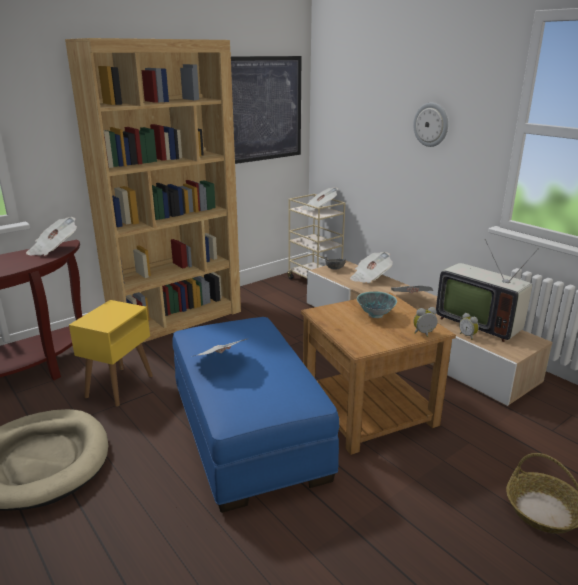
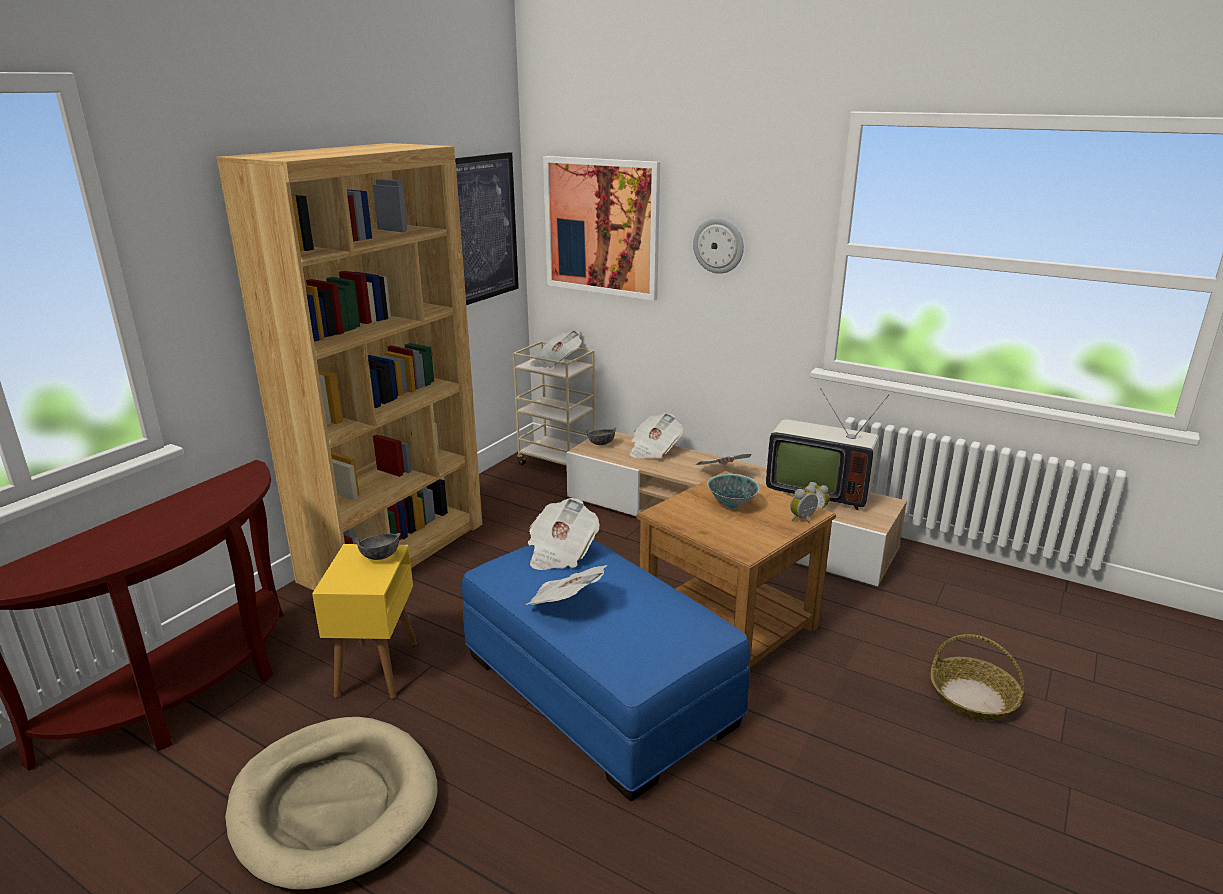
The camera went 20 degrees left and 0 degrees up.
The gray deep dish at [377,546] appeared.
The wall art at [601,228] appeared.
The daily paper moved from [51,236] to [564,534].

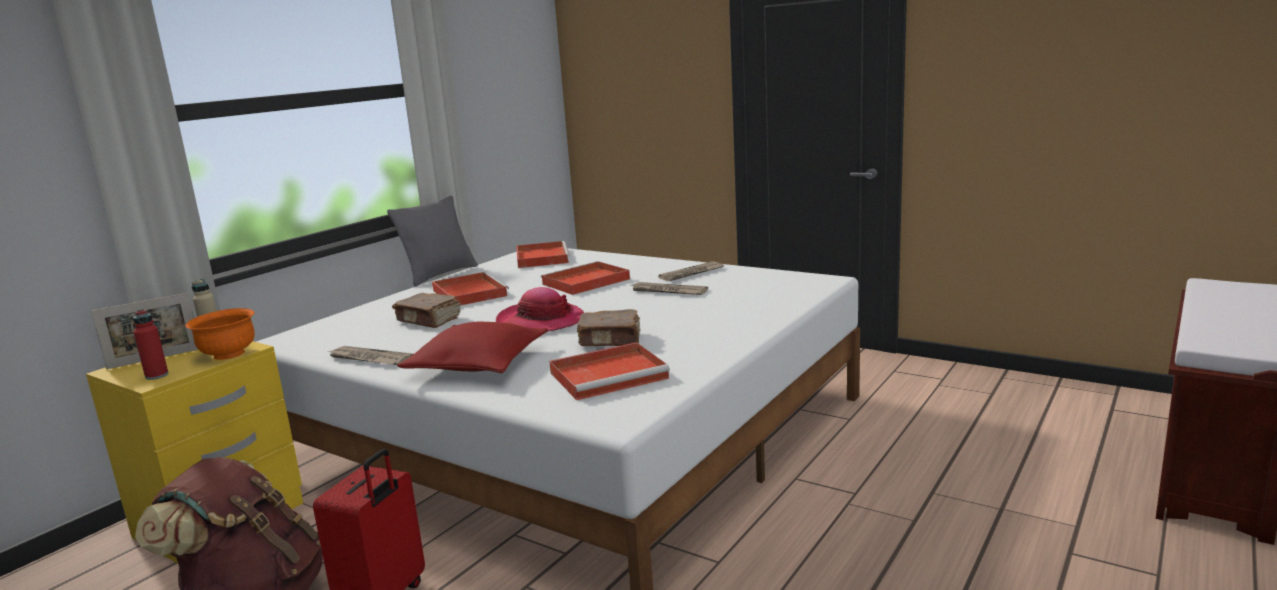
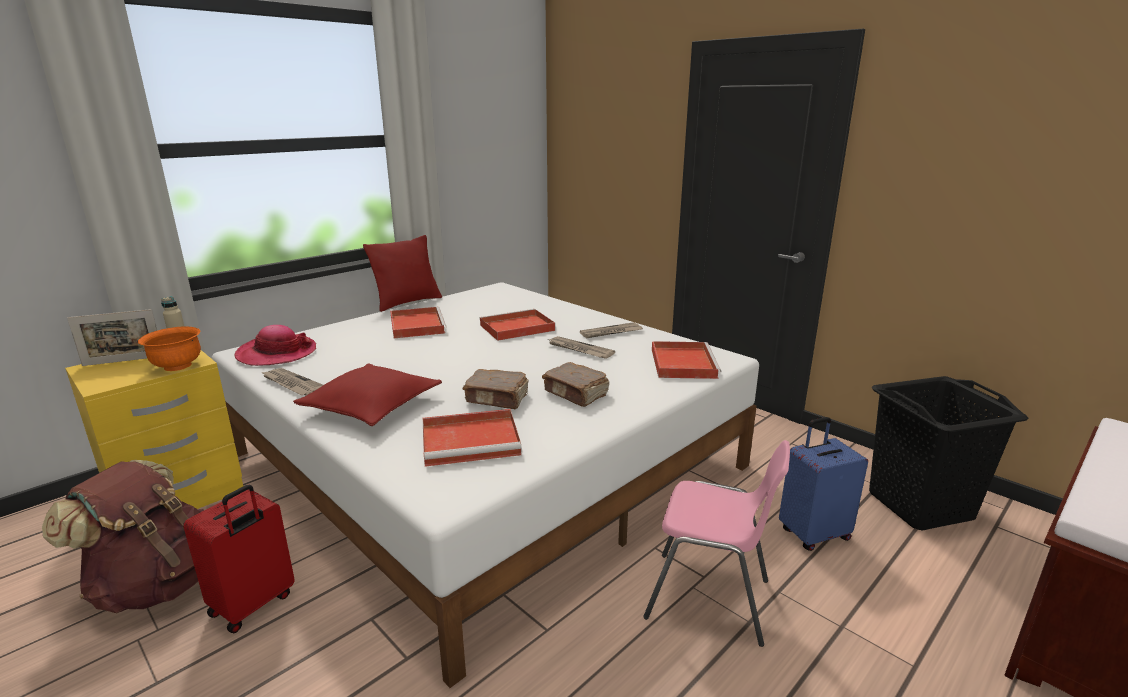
The camera went 10 degrees right and 5 degrees up.
The red drink bottle at [151,344] disappeared.
The pink plain chair at [716,543] appeared.
The blue-coloured piece of luggage at [823,484] appeared.
The black laundry basket at [948,453] appeared.
The brownish book moved from [426,310] to [575,384].
The clothing hat moved from [540,309] to [275,345].
The red carrying tray moved from [543,254] to [686,360].
The gray pillow at [432,240] became the red pillow at [402,273].

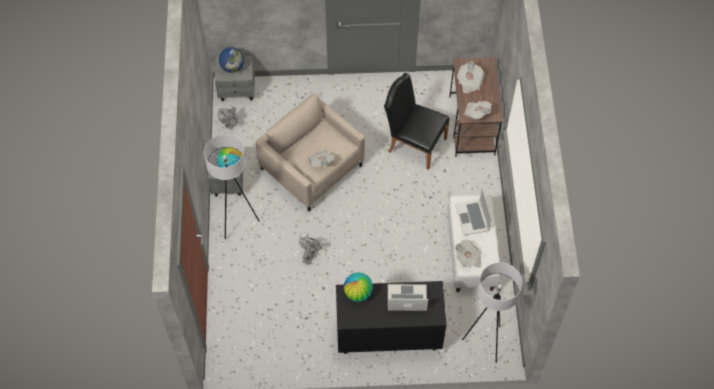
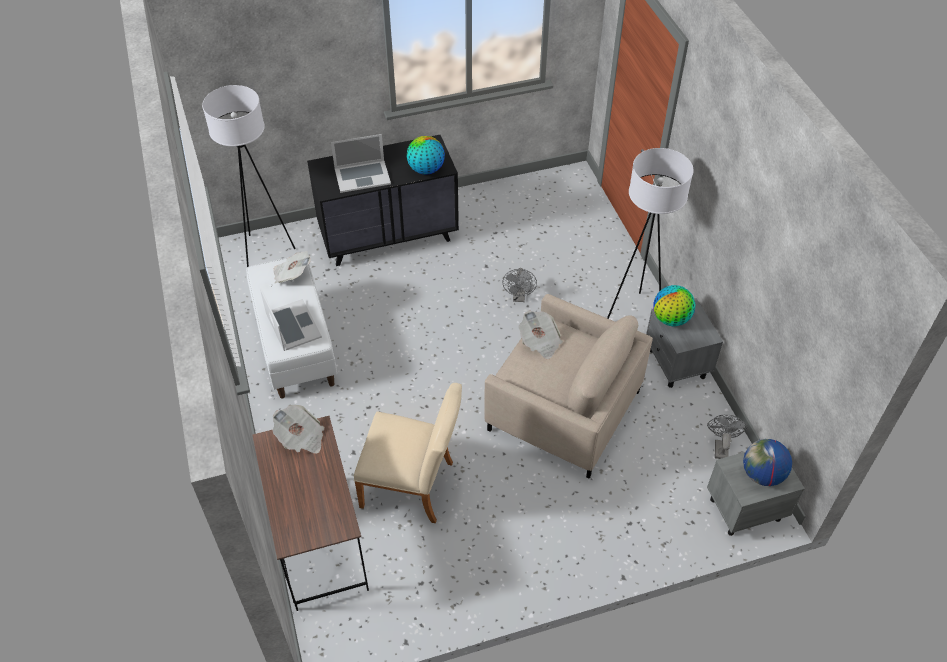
The camera went 165 degrees right and 10 degrees down.
The daily paper at [470,77] disappeared.
The black plain chair at [417,121] became the beige-coloured plain chair at [408,453].

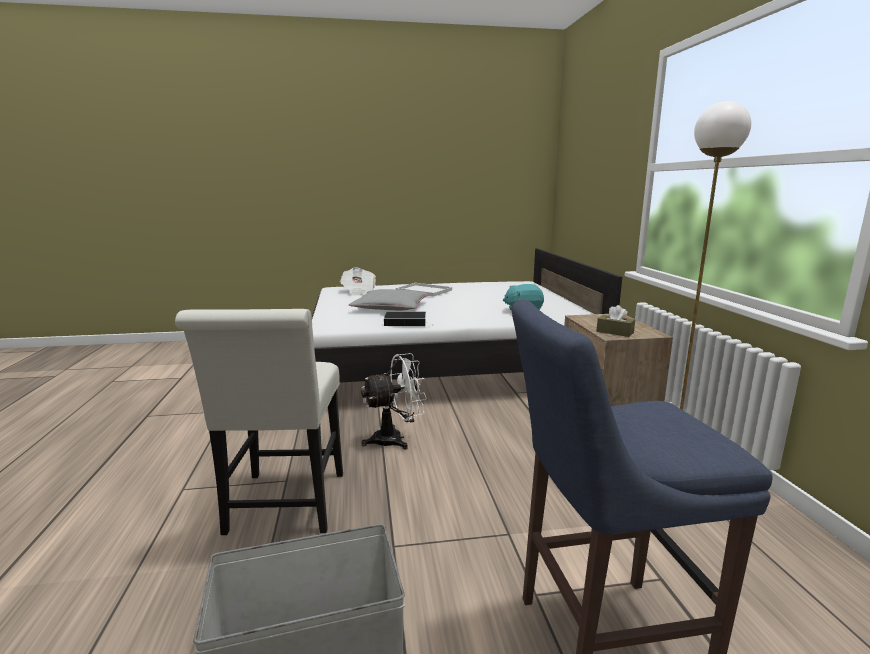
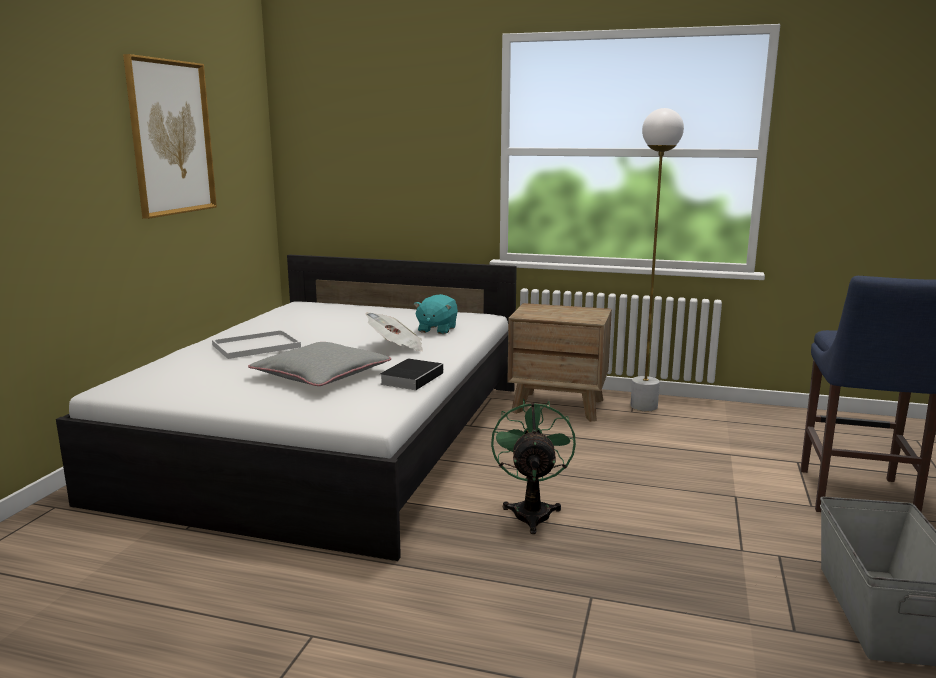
The camera went 65 degrees left and 0 degrees up.
The white-coloured plain chair at [259,422] disappeared.
The brownish tissue holder at [616,321] disappeared.
The wall art at [170,136] appeared.
The daily paper moved from [358,282] to [394,331].
The white-coloured fan at [394,401] became the green fan at [533,466].

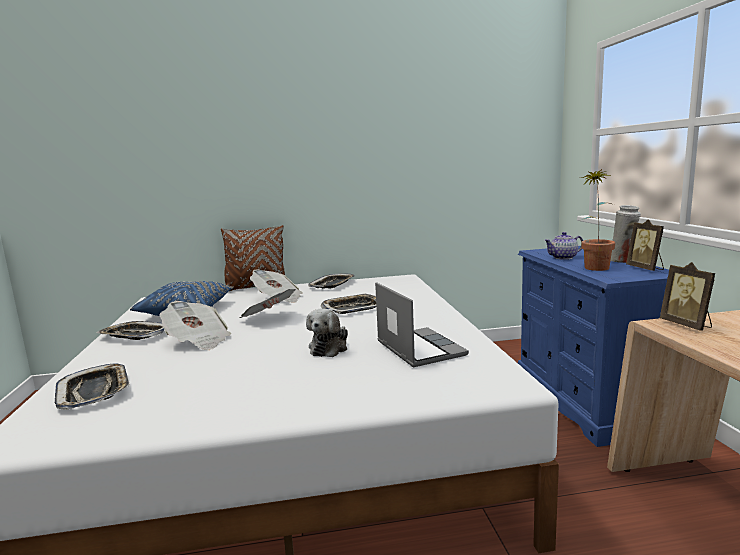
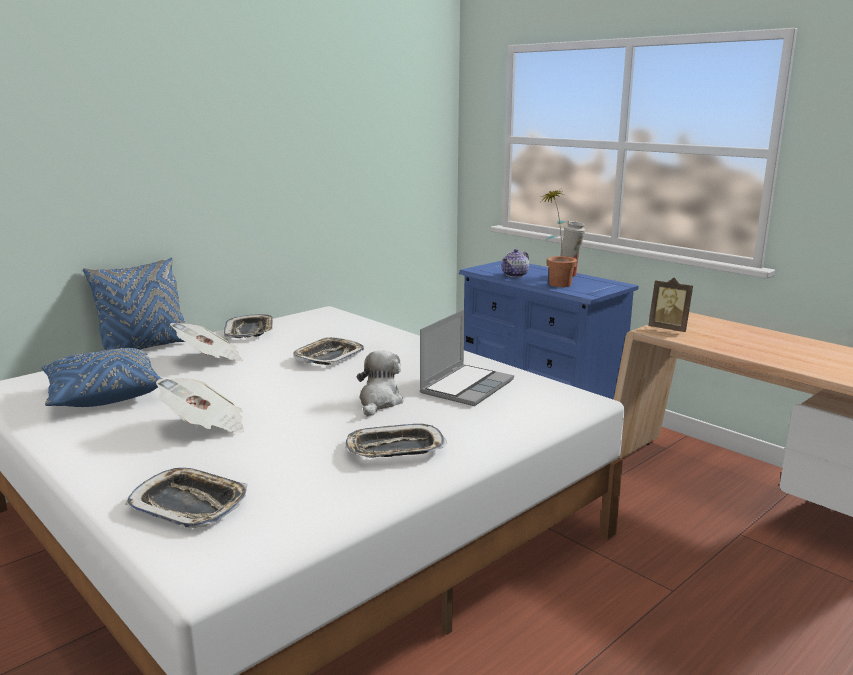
The camera went 35 degrees left and 5 degrees up.
The daily paper at [267,303] disappeared.
The photo frame at [645,245] disappeared.
The carrying tray moved from [130,330] to [396,441].
The brownish pillow at [253,258] became the blue-coloured pillow at [134,303].
The plush toy at [327,332] turned 150 degrees counterclockwise.
The portable computer at [422,324] turned 90 degrees clockwise.

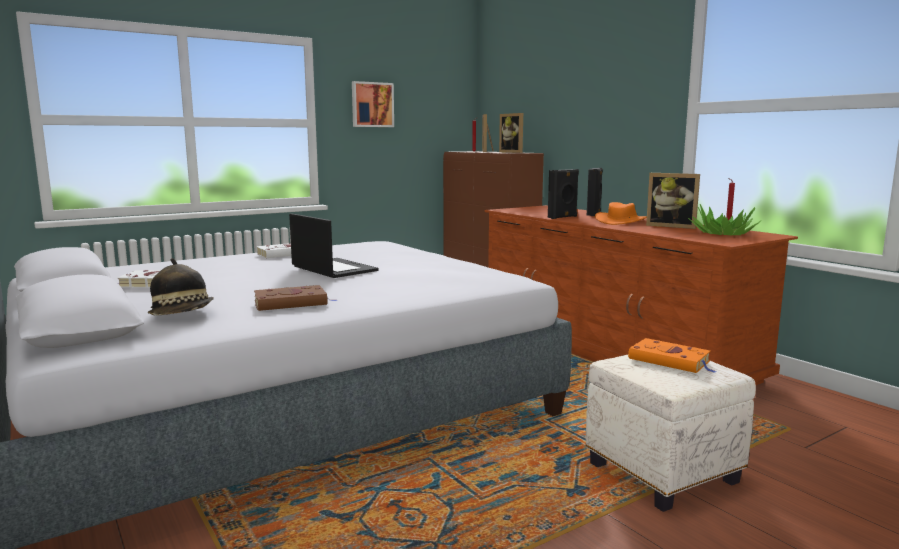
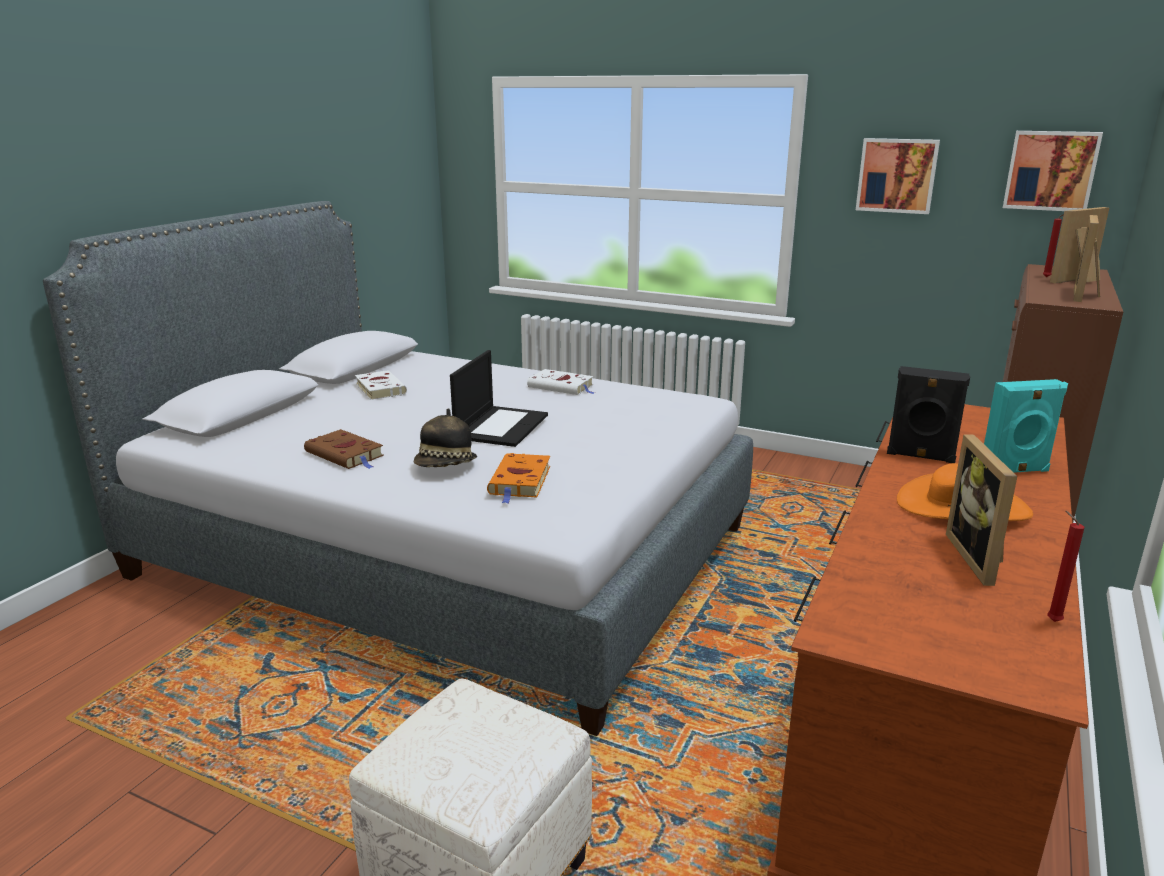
The camera went 60 degrees right and 10 degrees up.
The houseplant at [724,219] disappeared.
The wall art at [1053,171] appeared.
The clothing hat moved from [181,287] to [445,437].
The orange-coloured book moved from [672,355] to [518,478].
The black loudspeaker at [595,192] became the blue-green loudspeaker at [1026,426].

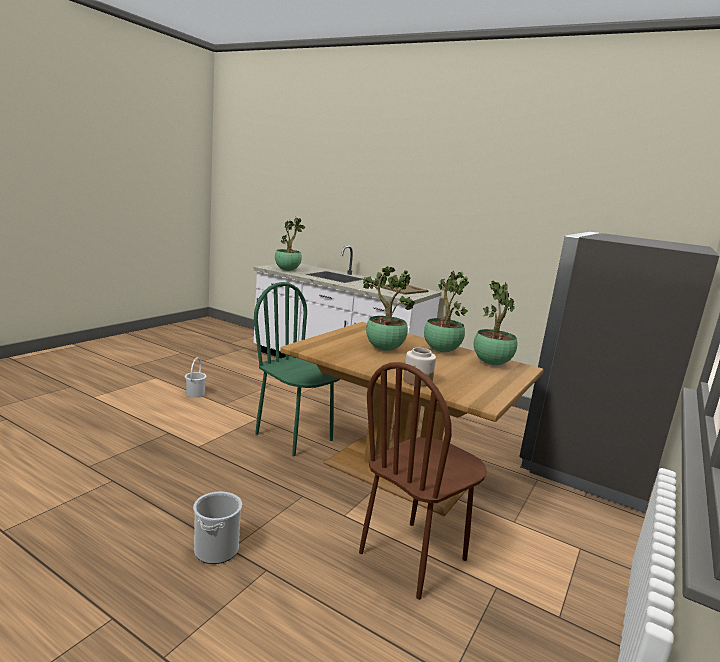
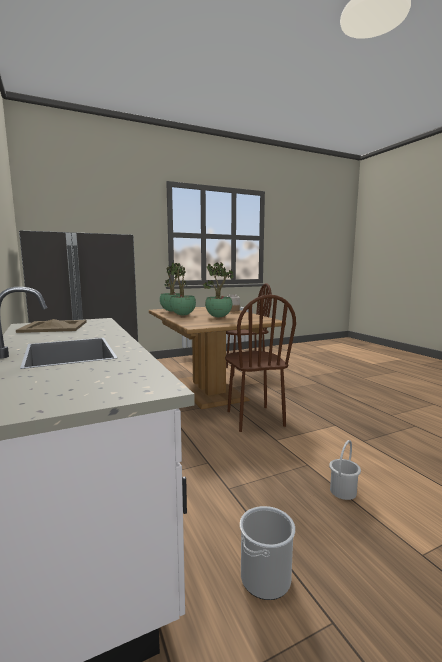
The camera went 145 degrees left and 5 degrees down.
The houseplant at [290,244] disappeared.
The water bucket moved from [217,528] to [267,553].
The green plain chair at [297,369] became the brownish plain chair at [260,363].

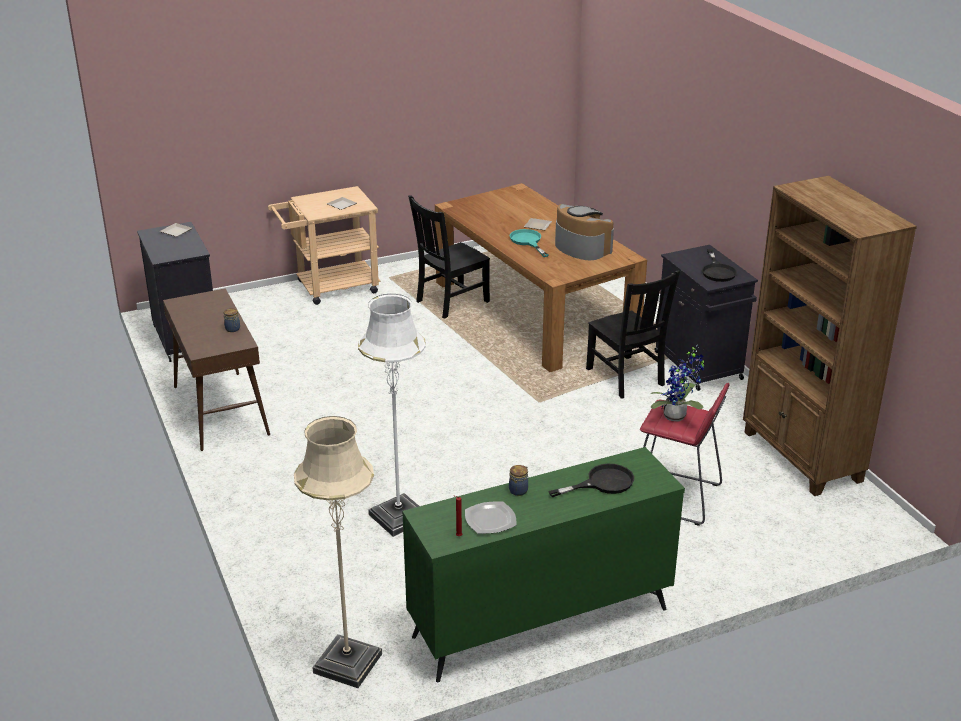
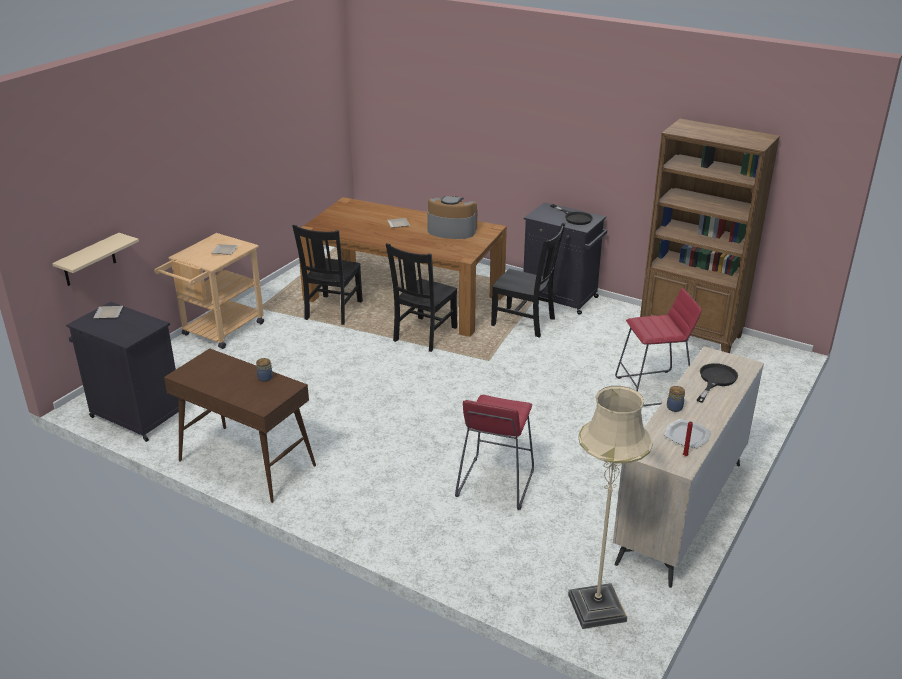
The camera went 35 degrees left and 0 degrees up.
The blue-green pan at [529,243] disappeared.
The houseplant at [677,383] disappeared.
The beige-coloured wall shelf at [95,259] appeared.
The black plain chair at [421,297] appeared.
The white-coloured floor lamp at [392,415] was replaced by the red stool at [494,452].
The green drawer chest at [543,564] became the beige-coloured drawer chest at [688,467].

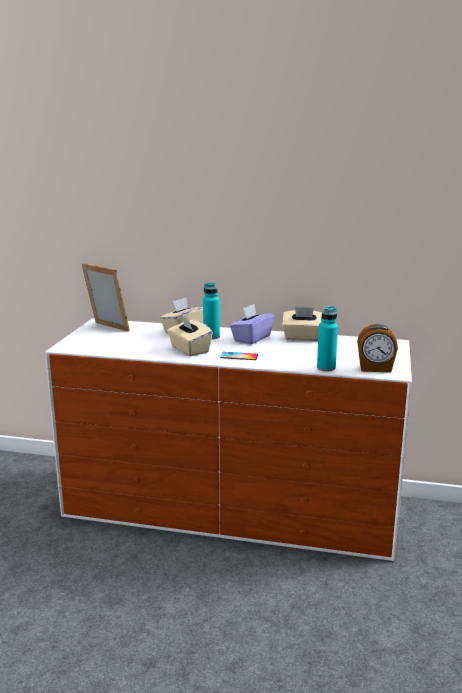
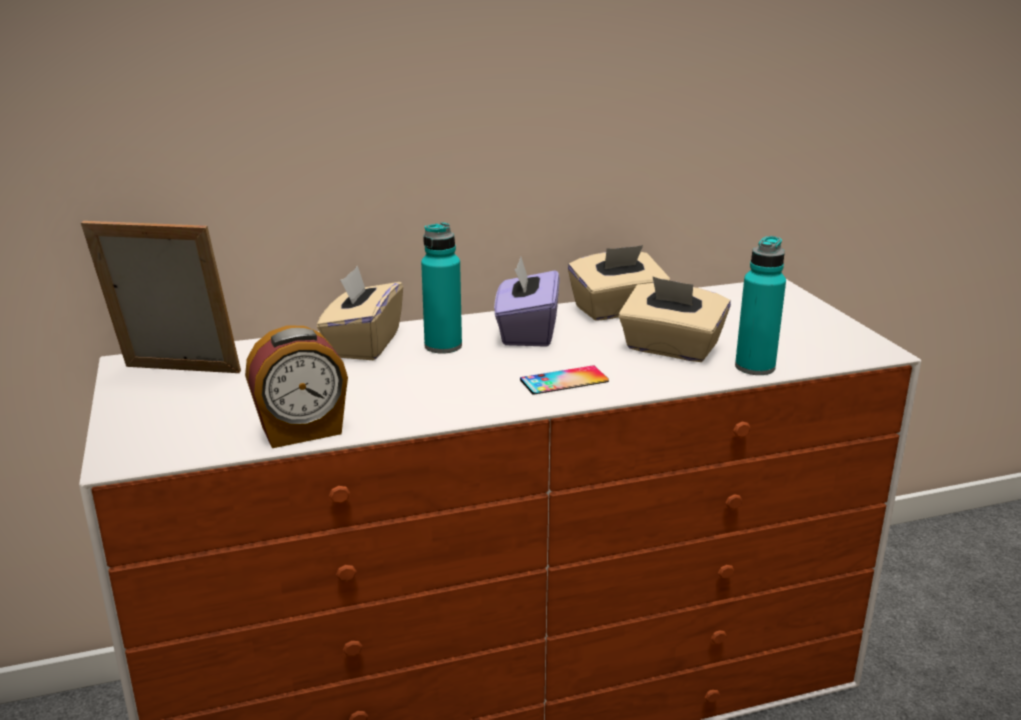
The camera went 30 degrees left and 5 degrees up.
The beige-coloured tissue holder moved from [190,336] to [674,319].
The alarm clock moved from [377,348] to [296,386].

